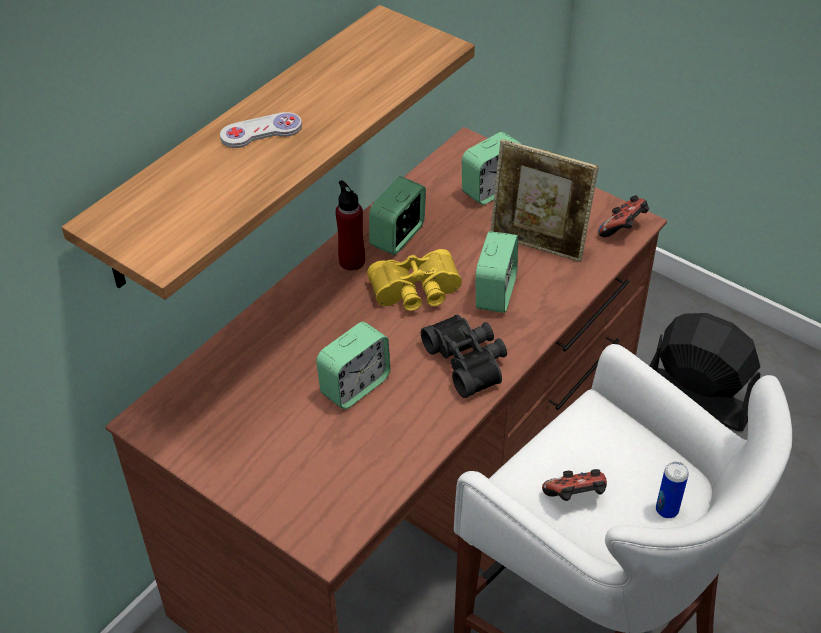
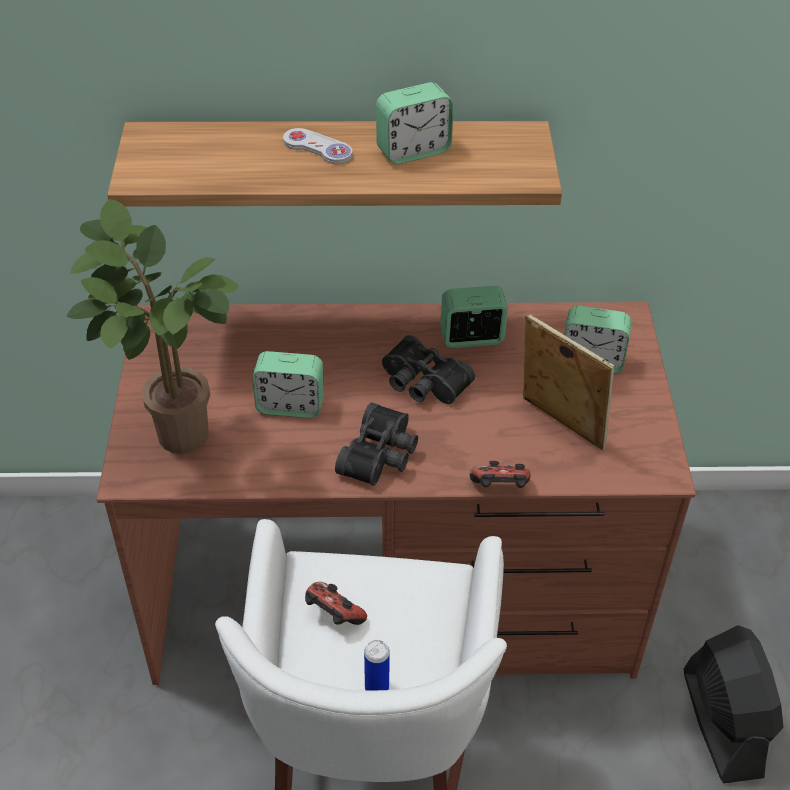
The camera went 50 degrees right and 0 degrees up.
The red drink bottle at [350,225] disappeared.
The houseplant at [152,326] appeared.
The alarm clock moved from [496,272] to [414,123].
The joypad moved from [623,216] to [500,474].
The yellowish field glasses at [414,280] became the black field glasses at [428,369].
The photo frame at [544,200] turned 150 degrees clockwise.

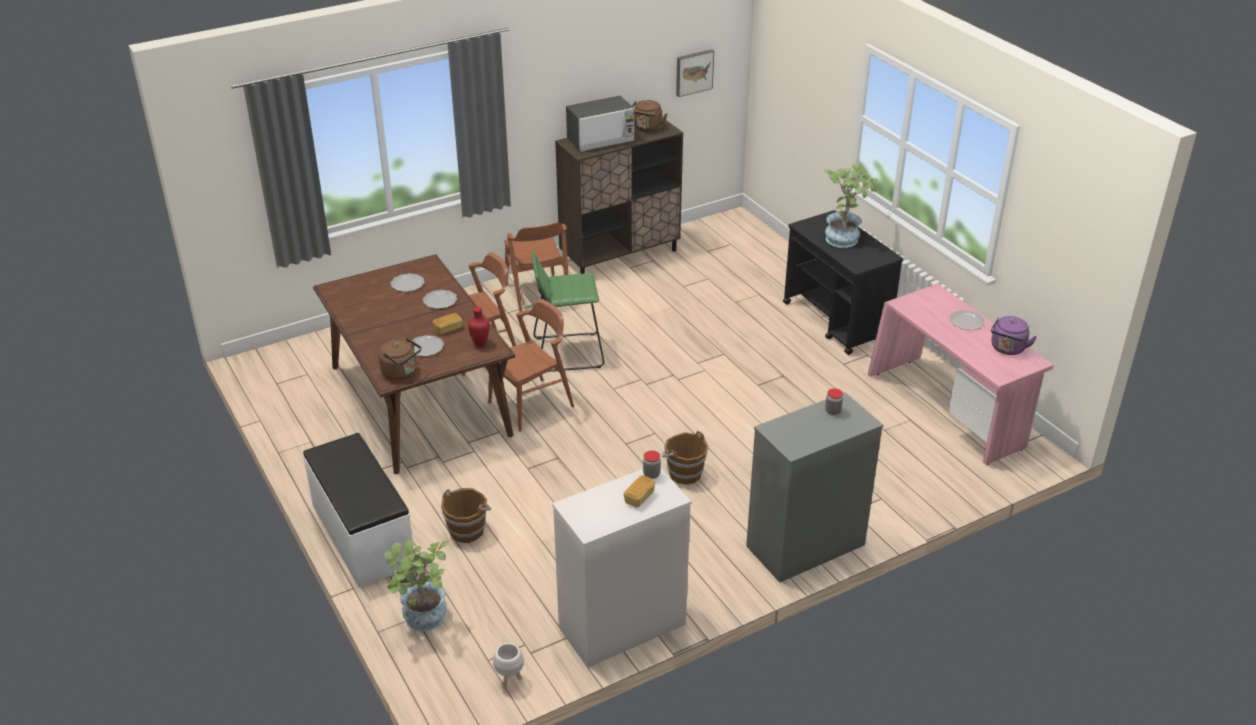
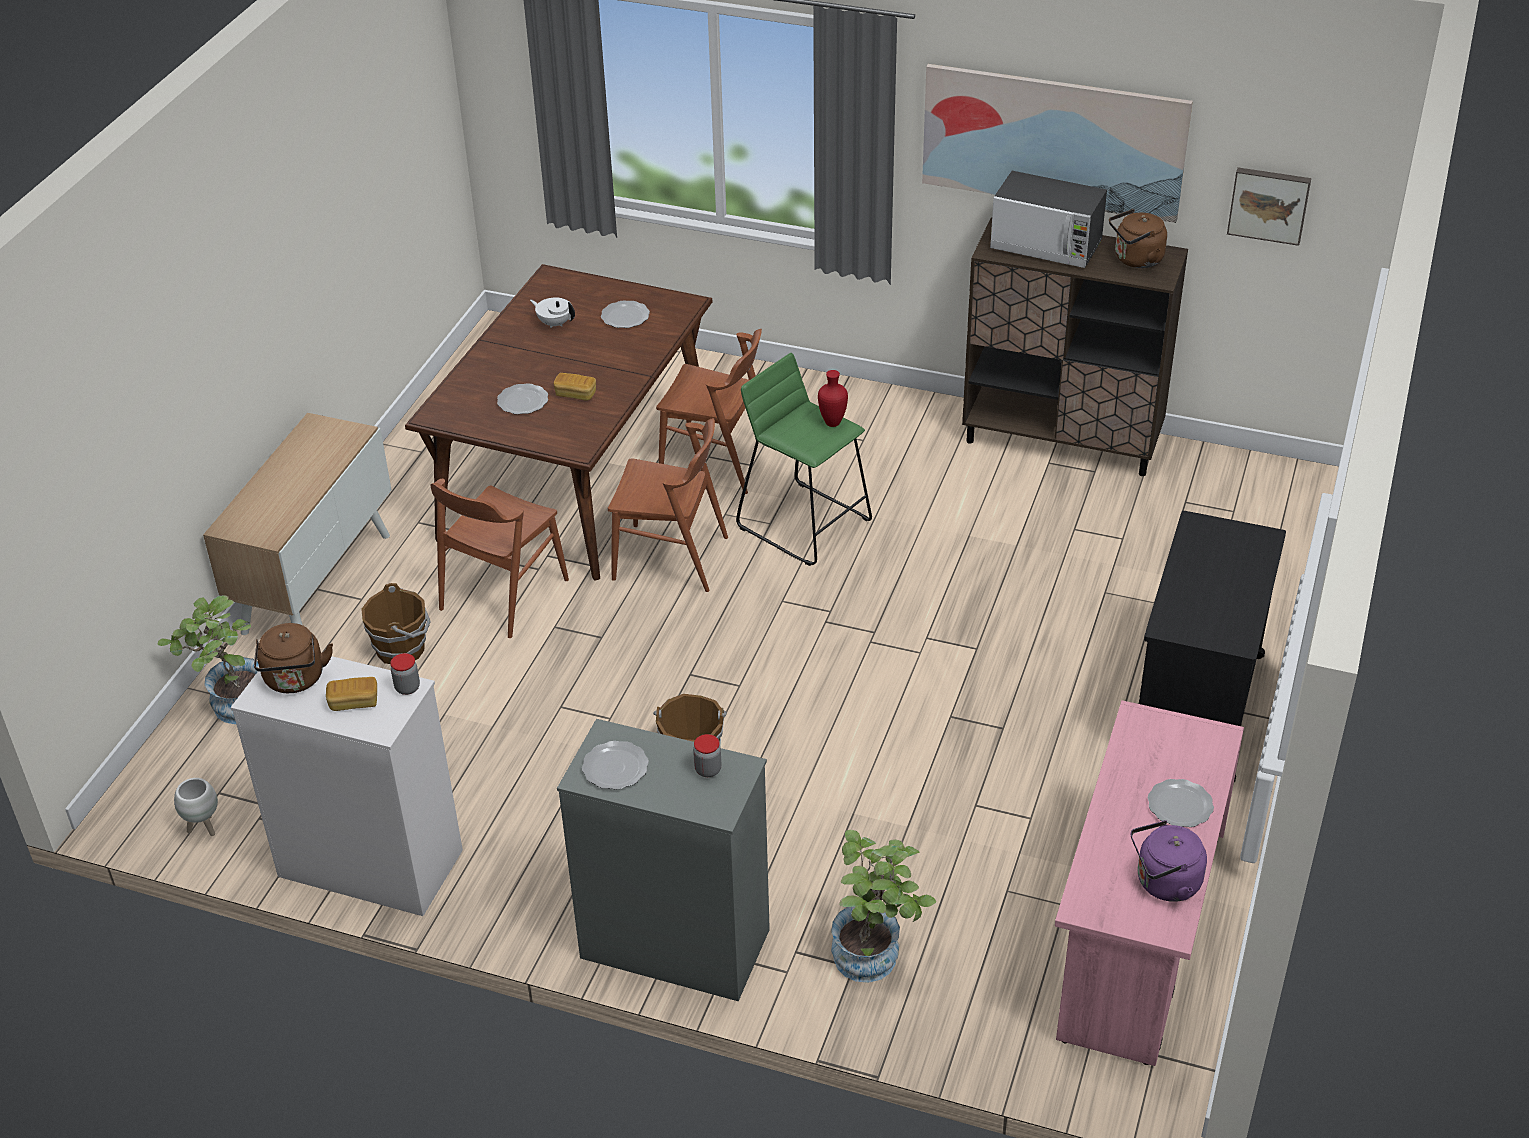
The camera went 50 degrees right and 5 degrees up.
The white-coloured teapot at [552,313] appeared.
The wall art at [1057,143] appeared.
The brownish tea kettle moved from [400,359] to [293,658].
The flat dish moved from [440,299] to [615,765].
The red flower vase moved from [478,327] to [833,398].
The brownish plain chair moved from [536,267] to [499,558].
The houseplant moved from [852,206] to [883,906].
The white-coloured long seat at [358,510] was replaced by the storage cabinet at [297,524].

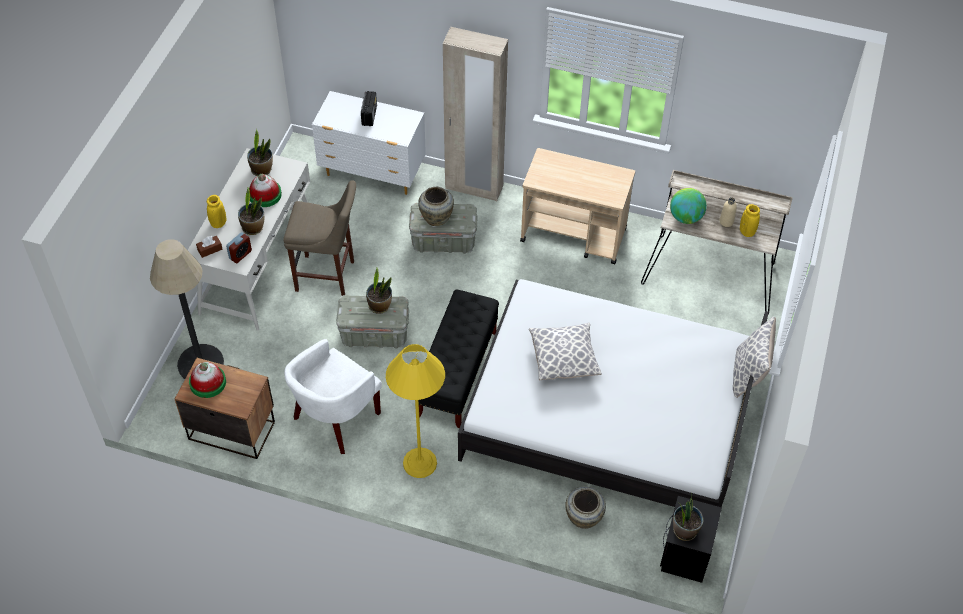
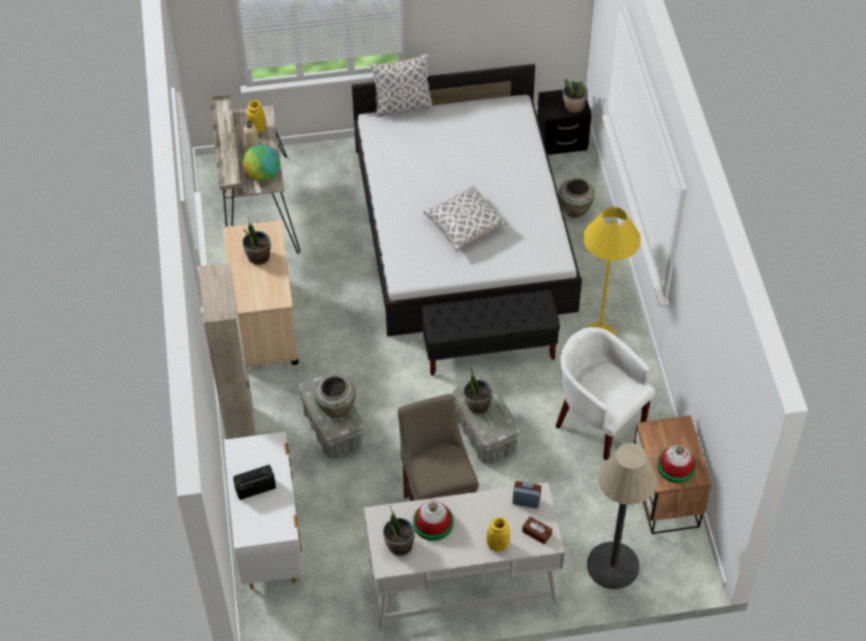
The camera went 115 degrees left and 0 degrees up.
The houseplant moved from [251,211] to [256,241].
The white-coloured armchair at [333,396] turned 150 degrees counterclockwise.

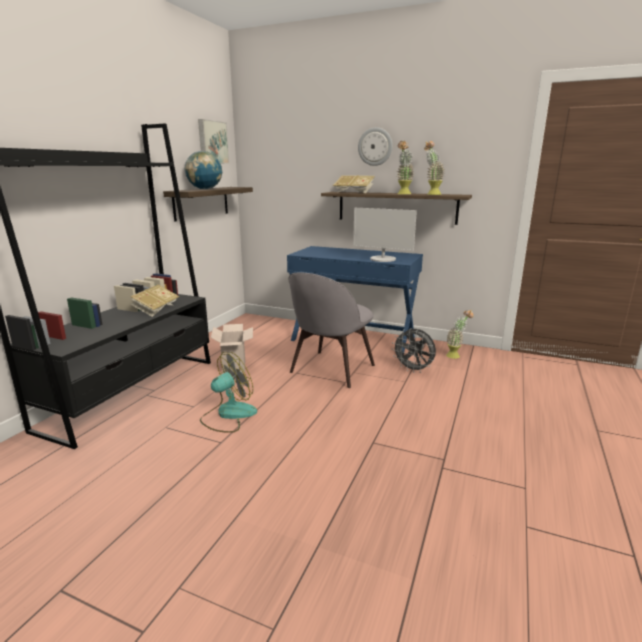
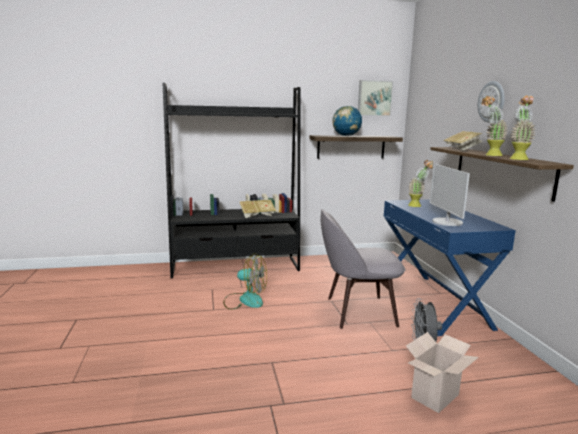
The camera went 55 degrees right and 5 degrees down.
The packing box moved from [232,348] to [442,372].
The houseplant moved from [459,334] to [420,183].

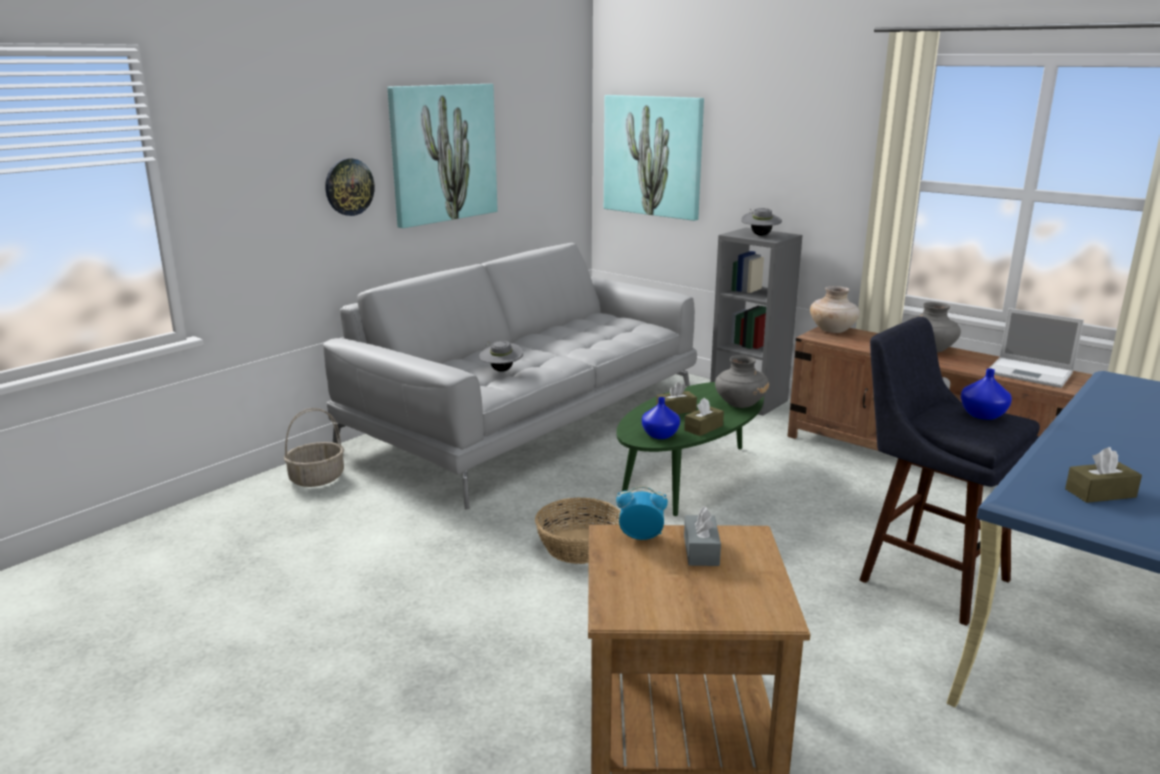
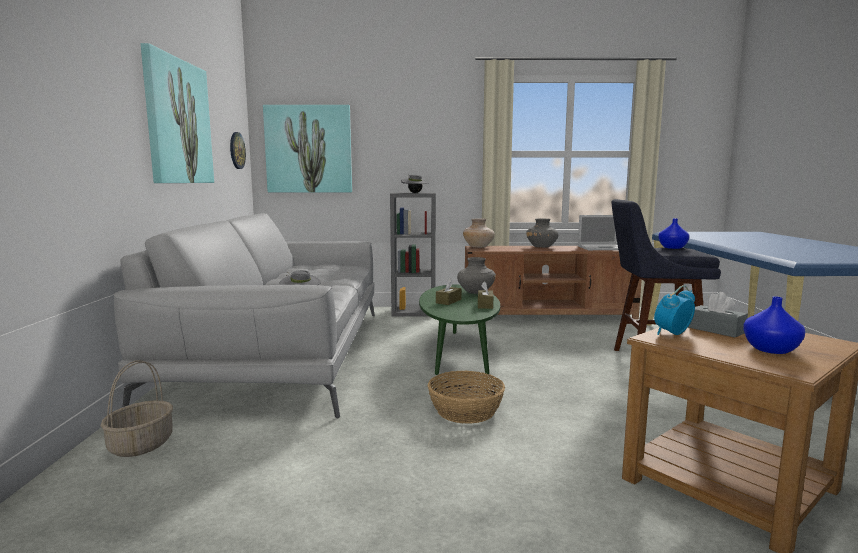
The camera went 40 degrees left and 10 degrees down.
The brownish tissue holder at [1103,475] disappeared.
The wall clock moved from [350,187] to [238,150].
The blue-coloured flower vase moved from [661,418] to [774,325].

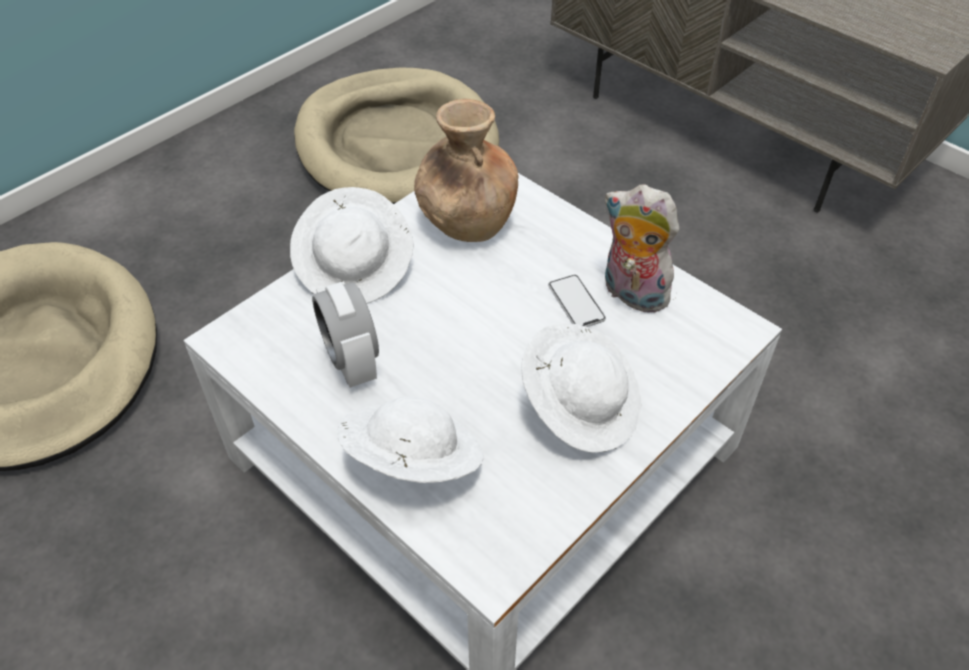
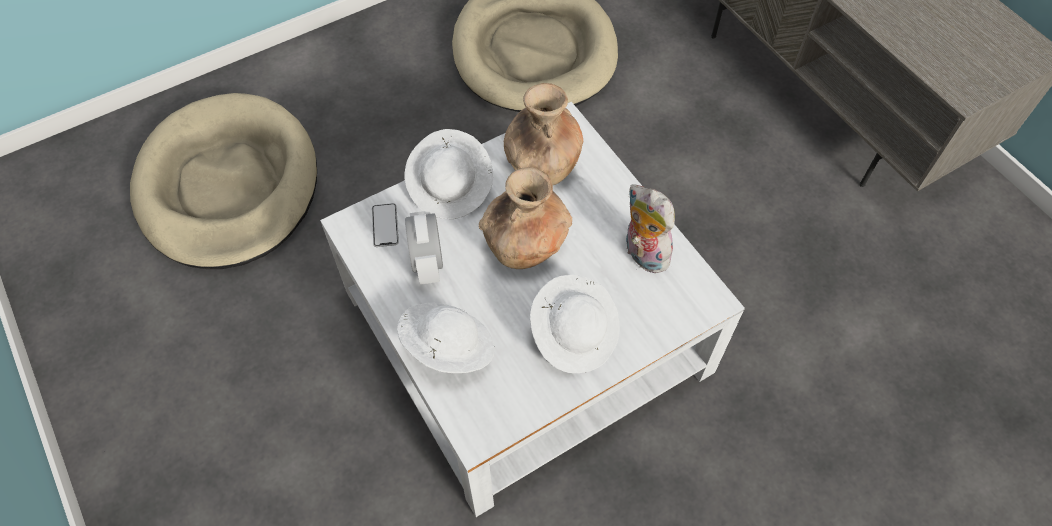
The camera went 15 degrees right and 10 degrees up.
The brownish flower vase at [525,218] appeared.
The phone moved from [577,301] to [385,225].

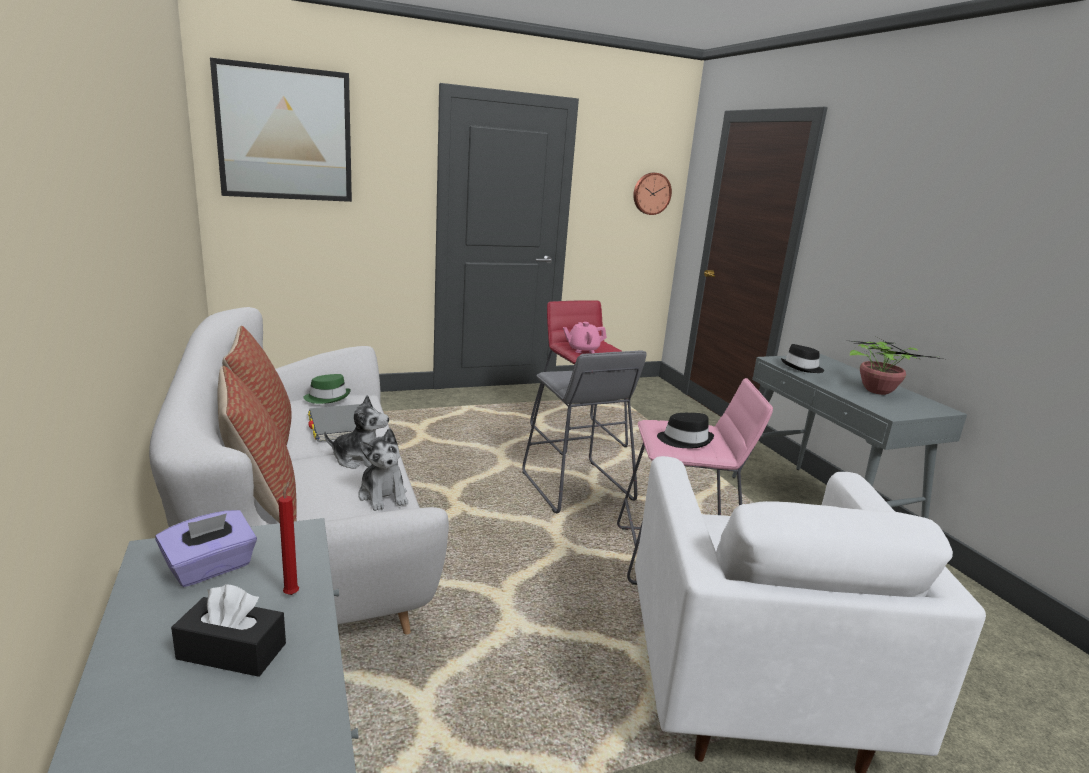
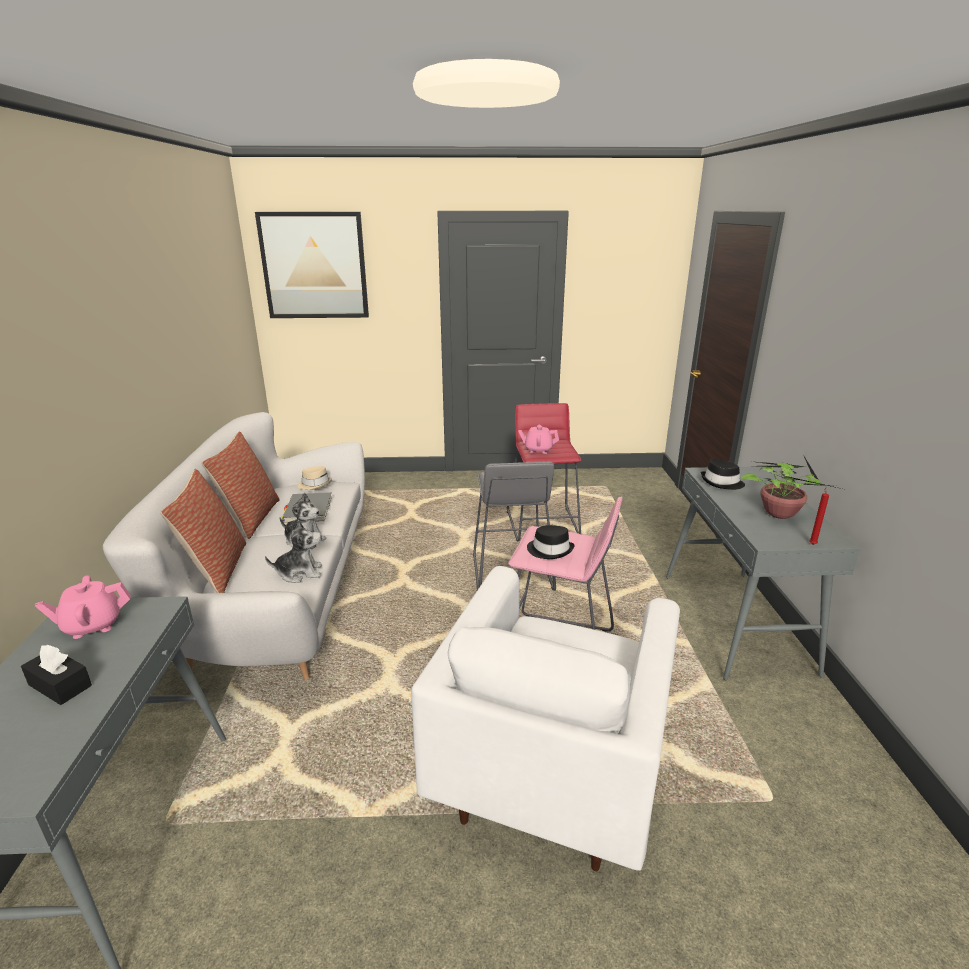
The camera went 20 degrees right and 5 degrees up.
The wall clock at [652,194] disappeared.
The red candle moved from [288,538] to [819,516].
The purplish tissue holder at [206,548] was replaced by the pink teapot at [83,607].
The green clothing hat at [327,389] became the beige-coloured clothing hat at [315,478].
The plush toy at [383,469] turned 90 degrees counterclockwise.

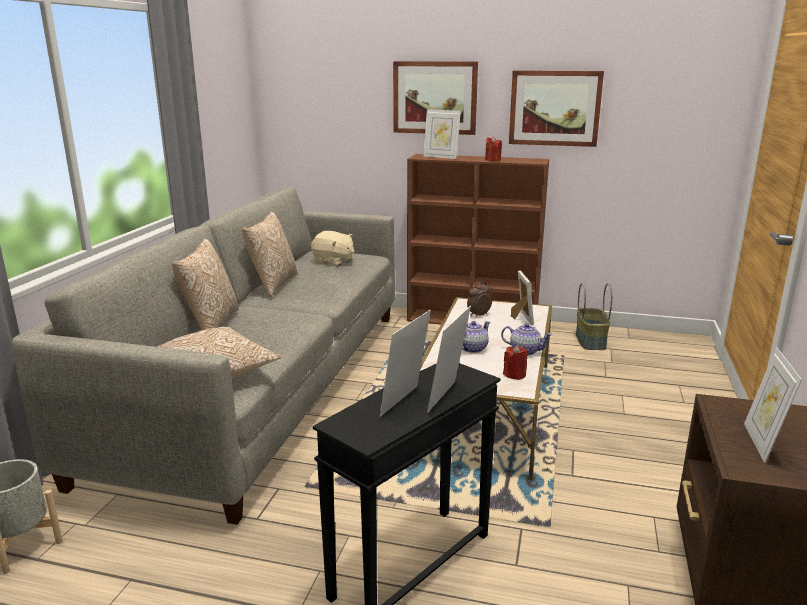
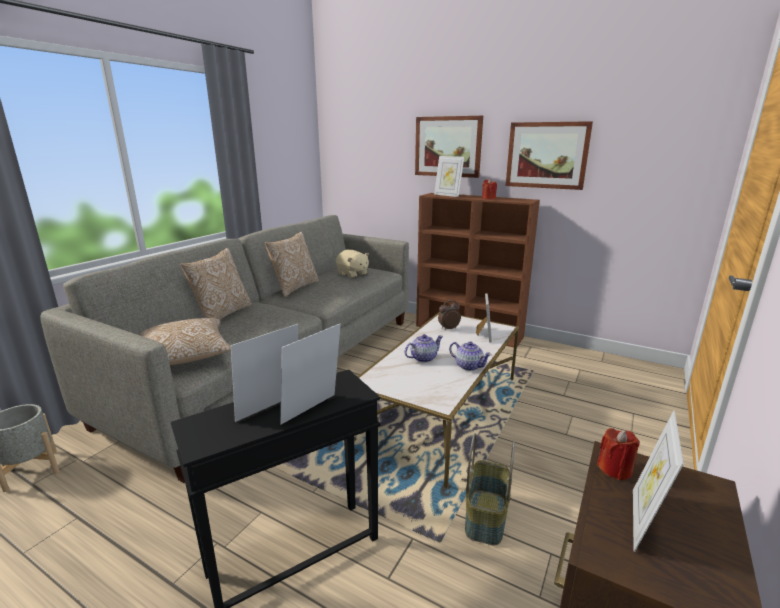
The camera went 15 degrees right and 0 degrees up.
The red candle moved from [515,362] to [618,454].
The basket moved from [594,316] to [490,489].

